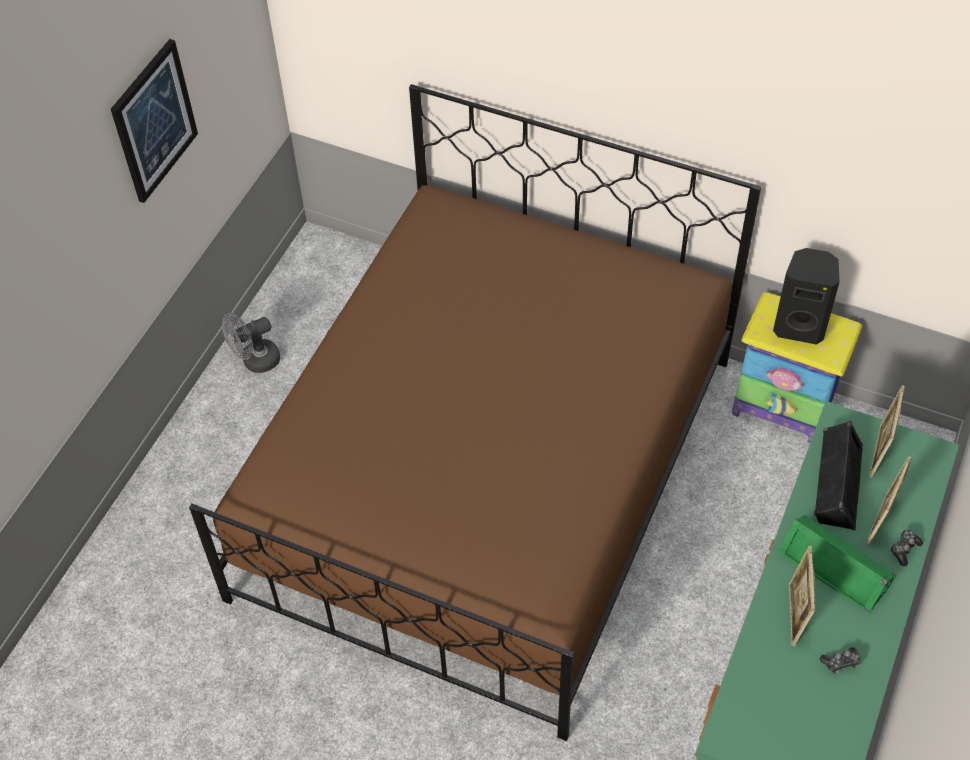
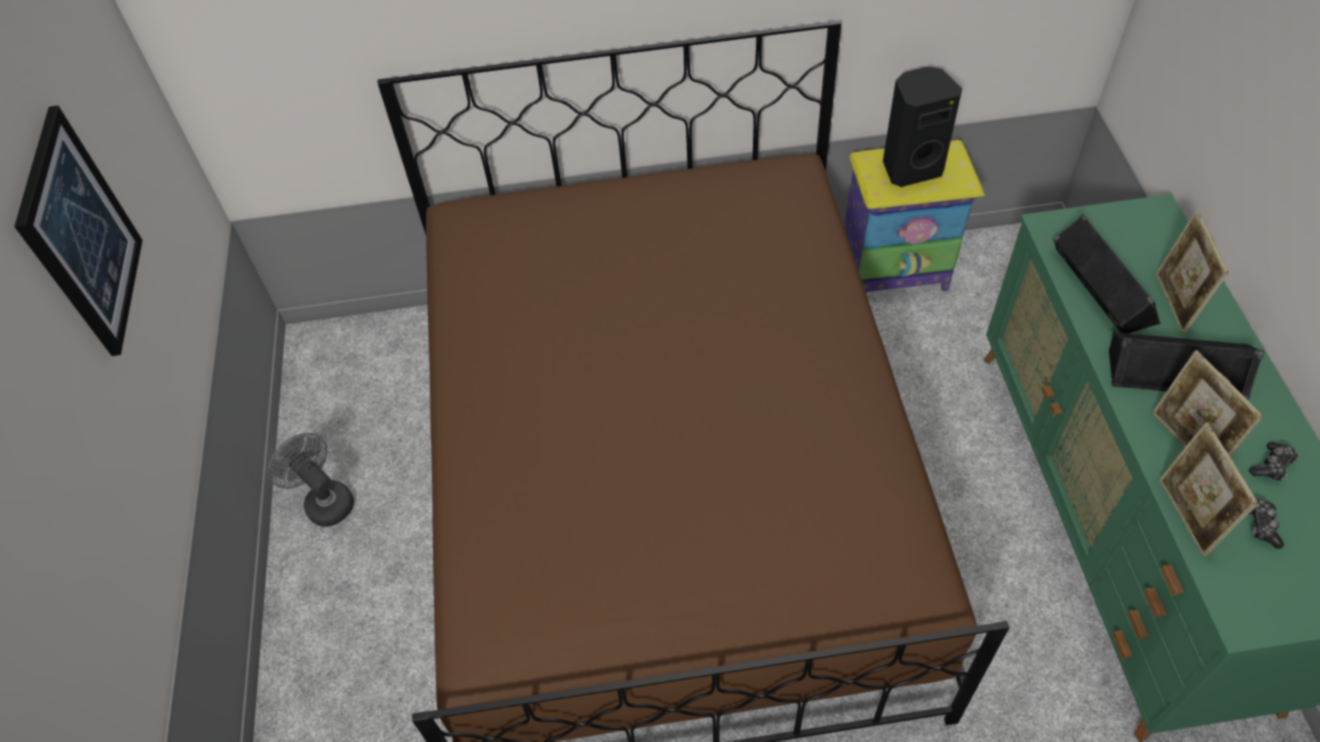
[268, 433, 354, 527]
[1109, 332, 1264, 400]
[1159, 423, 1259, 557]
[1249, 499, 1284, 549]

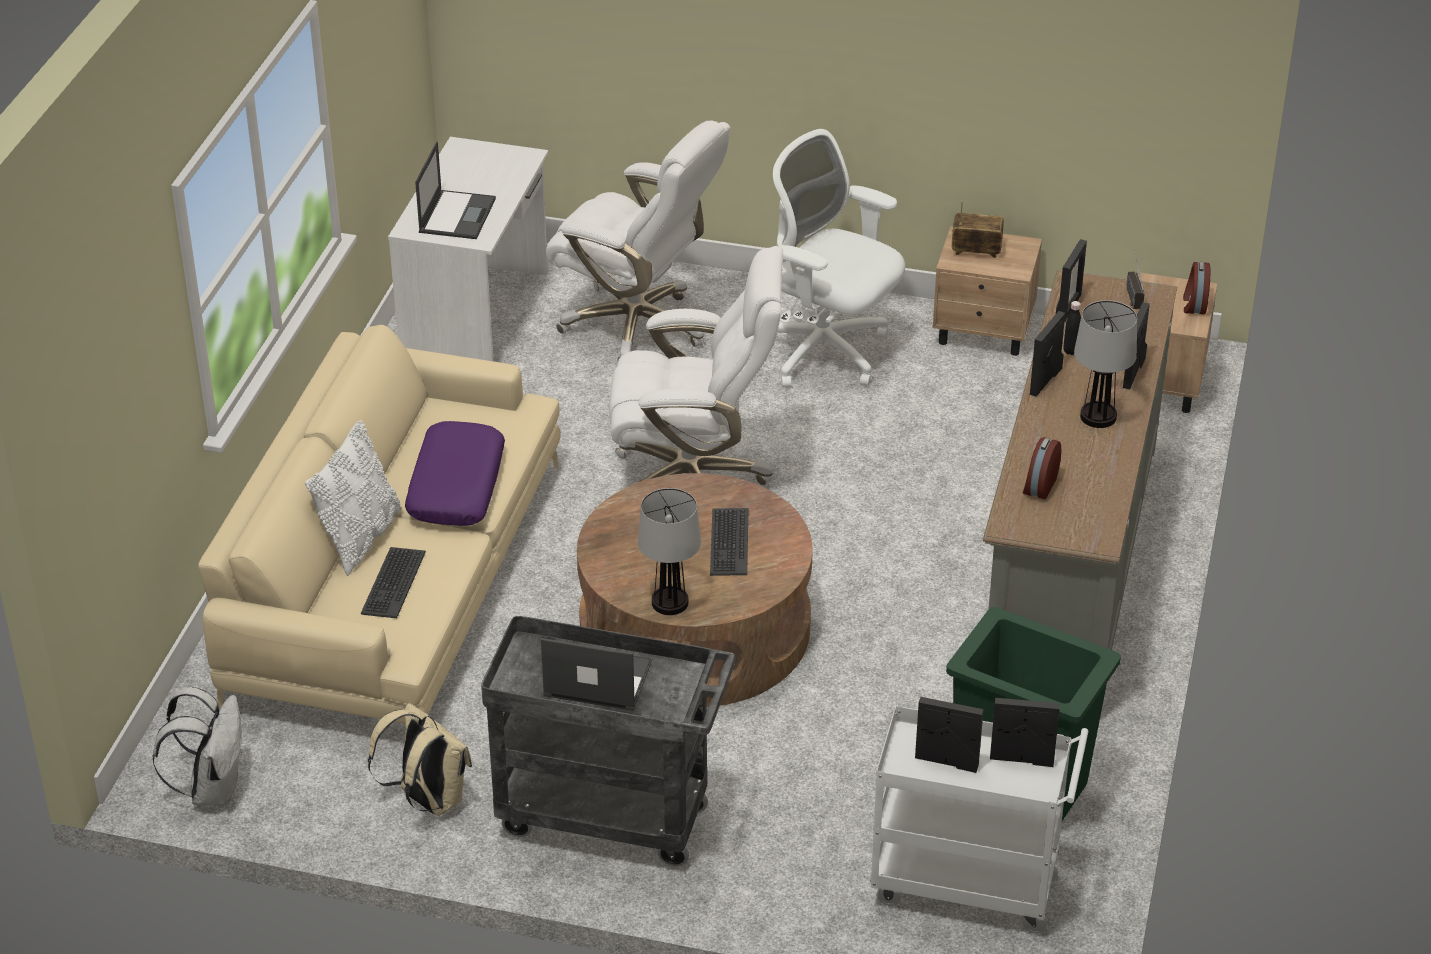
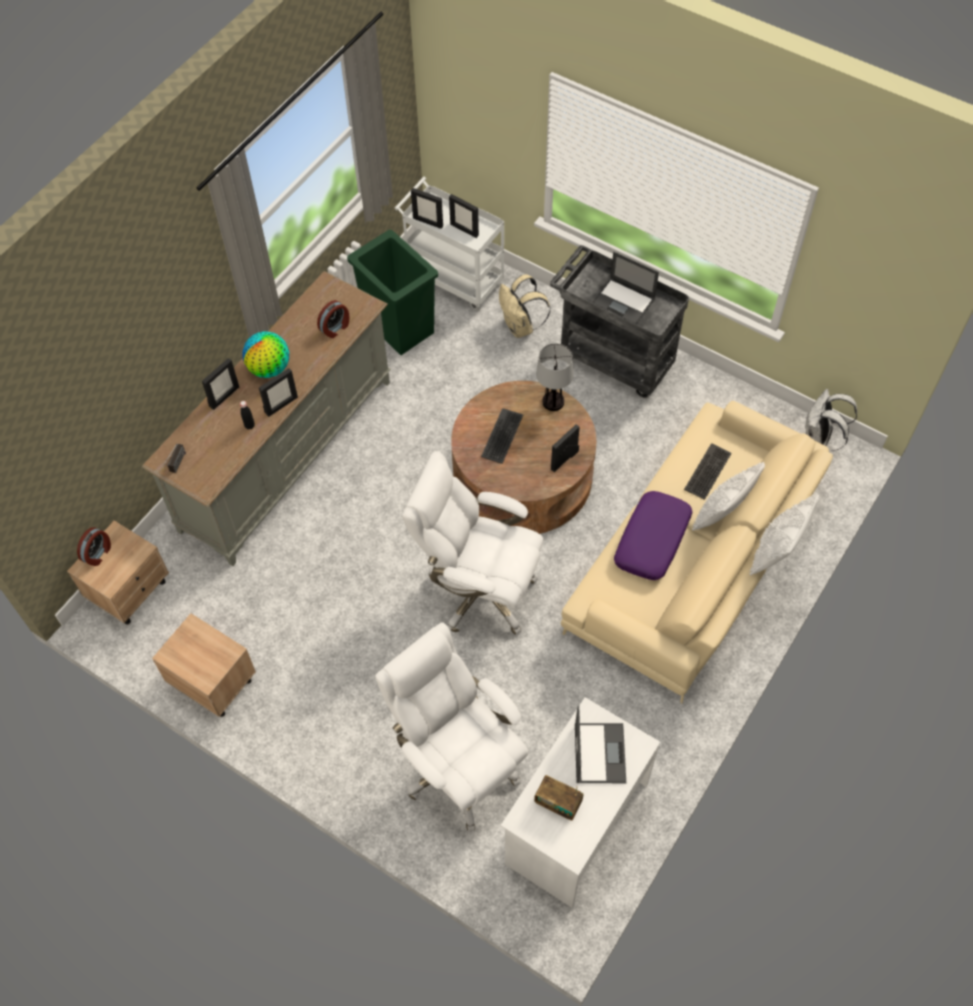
[499, 274, 550, 338]
[575, 705, 626, 783]
[773, 129, 905, 387] (first image)
[534, 775, 584, 820]
[551, 424, 580, 472]
[243, 331, 289, 378]
[750, 493, 819, 575]

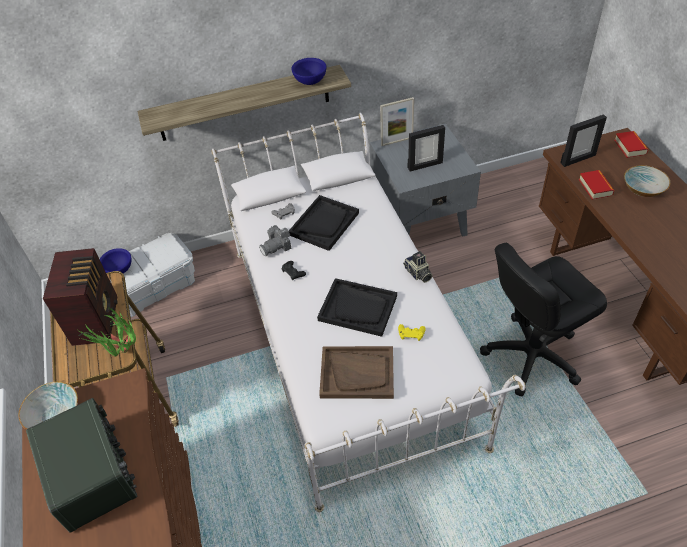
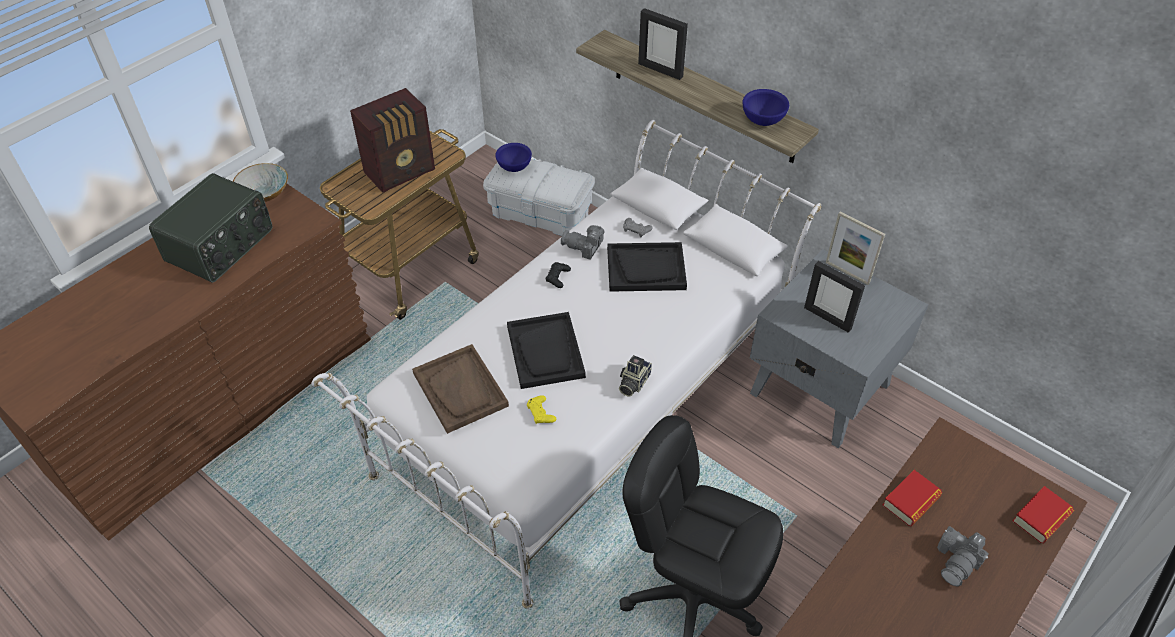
[77, 307, 136, 357] (first image)
[638, 8, 688, 80]
[937, 526, 989, 587]

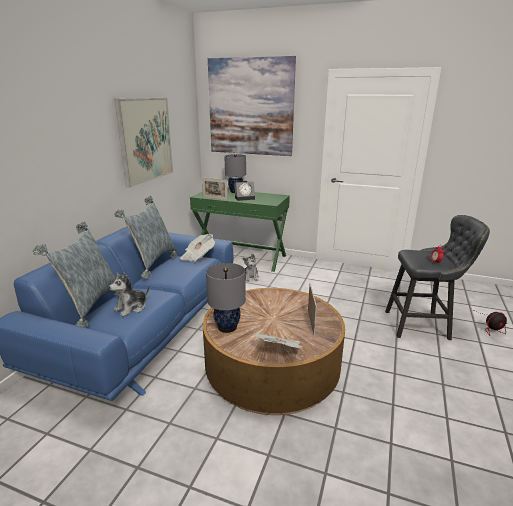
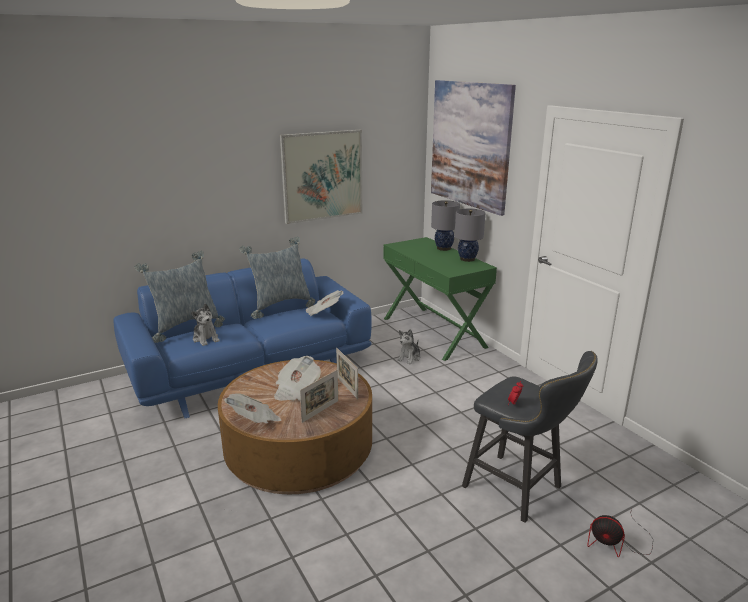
[191, 303, 220, 346]
[336, 348, 358, 399]
[454, 209, 485, 262]
[234, 181, 255, 201] (first image)
[274, 356, 321, 401]

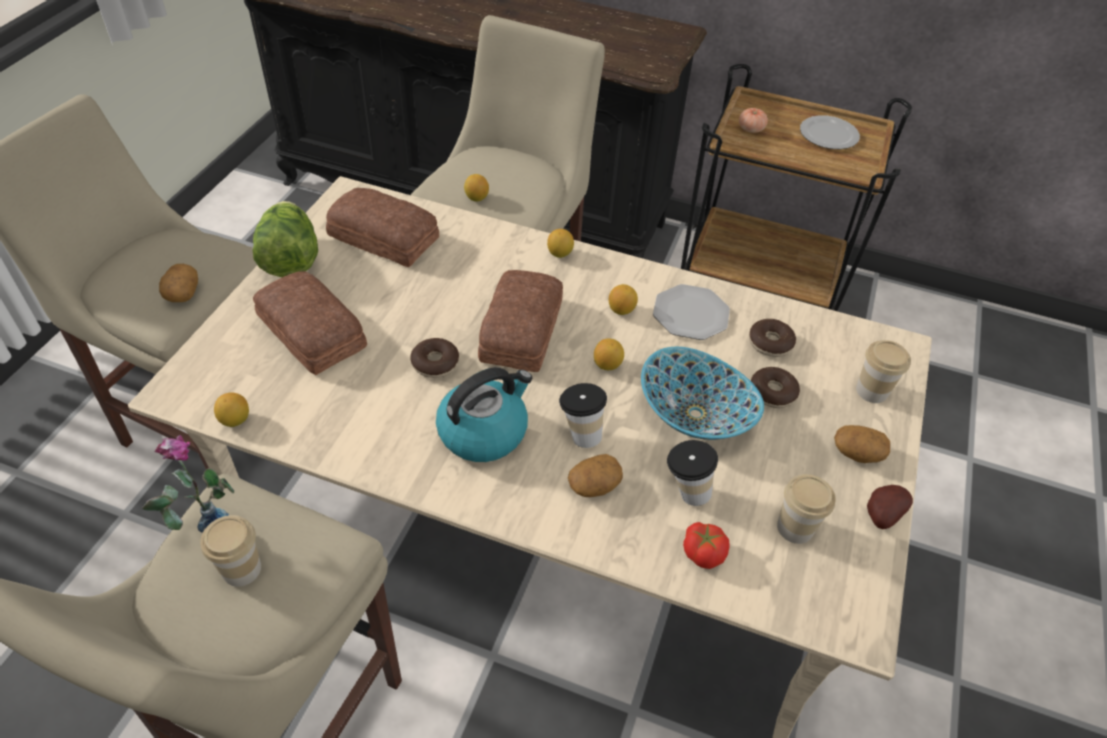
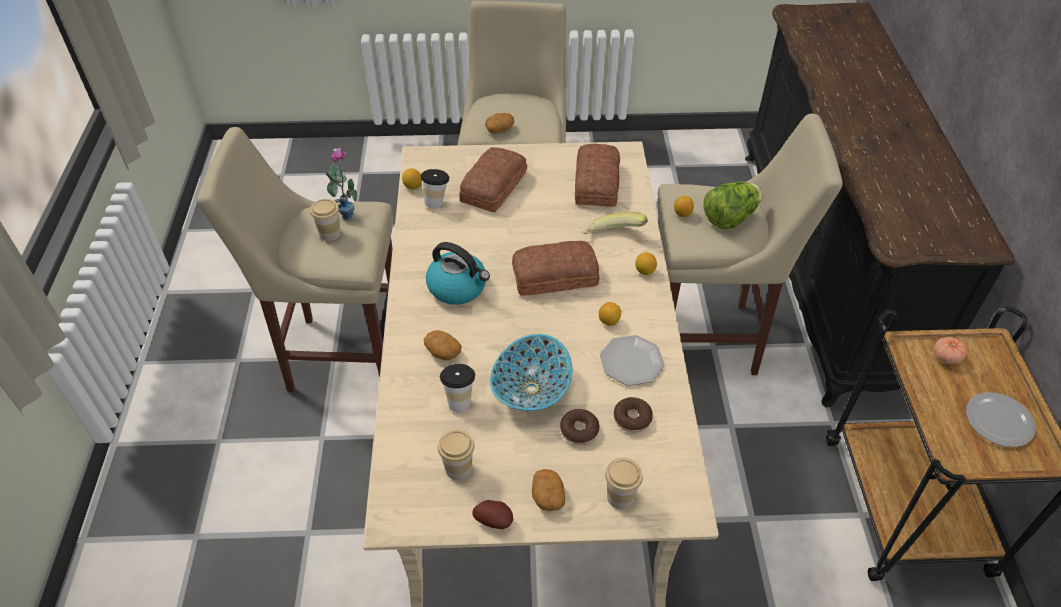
[703, 182, 763, 229]
[411, 338, 459, 378] (first image)
[421, 169, 449, 209]
[594, 338, 624, 370] (first image)
[683, 522, 730, 569] (first image)
[582, 211, 648, 234]

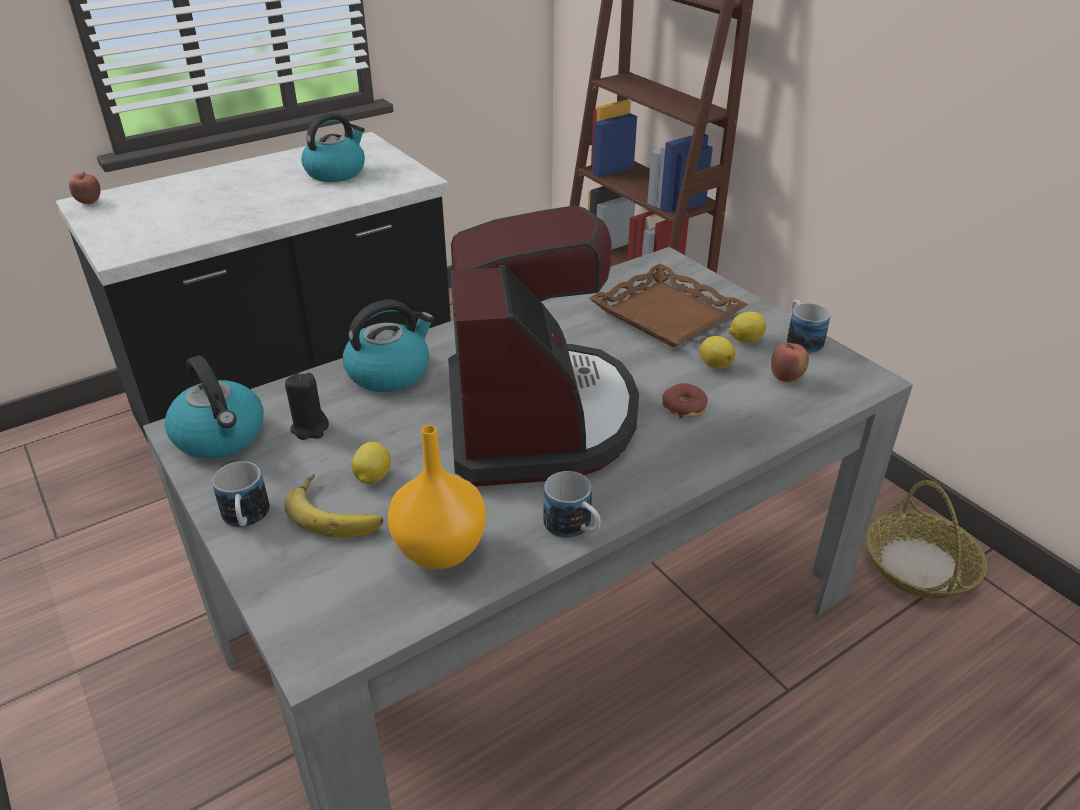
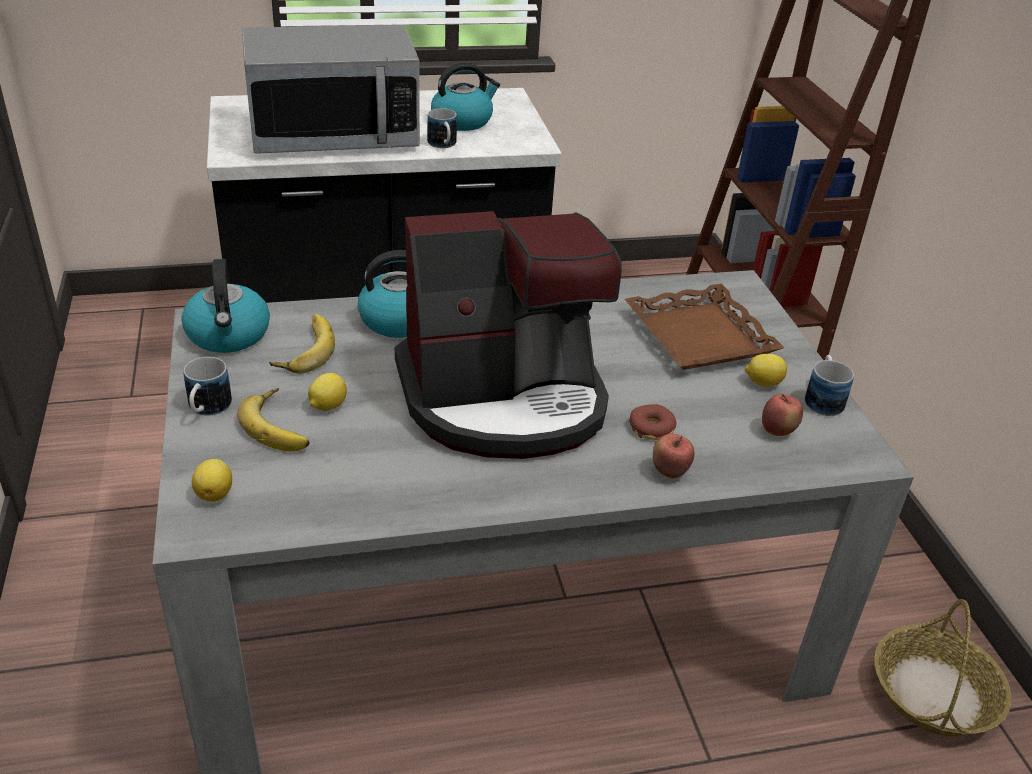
[653, 434, 694, 478]
[269, 314, 335, 374]
[388, 425, 486, 569] (first image)
[395, 211, 622, 459]
[427, 108, 457, 148]
[192, 459, 232, 502]
[242, 24, 420, 154]

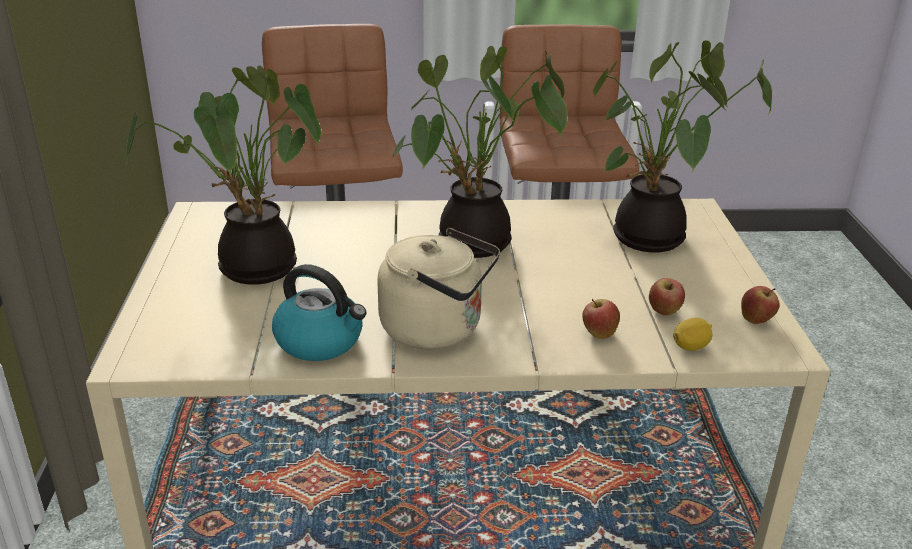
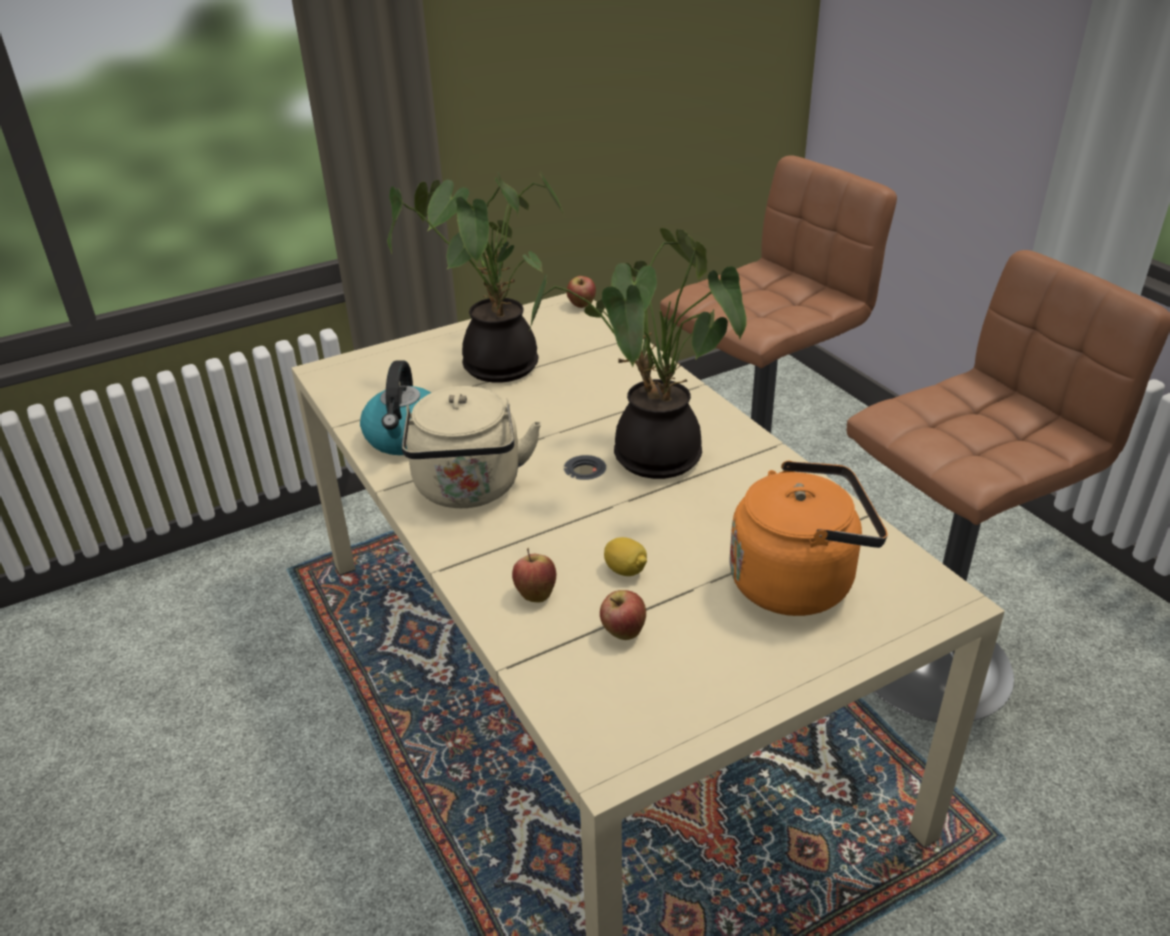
[729, 461, 888, 616]
[604, 537, 647, 576]
[566, 276, 596, 308]

